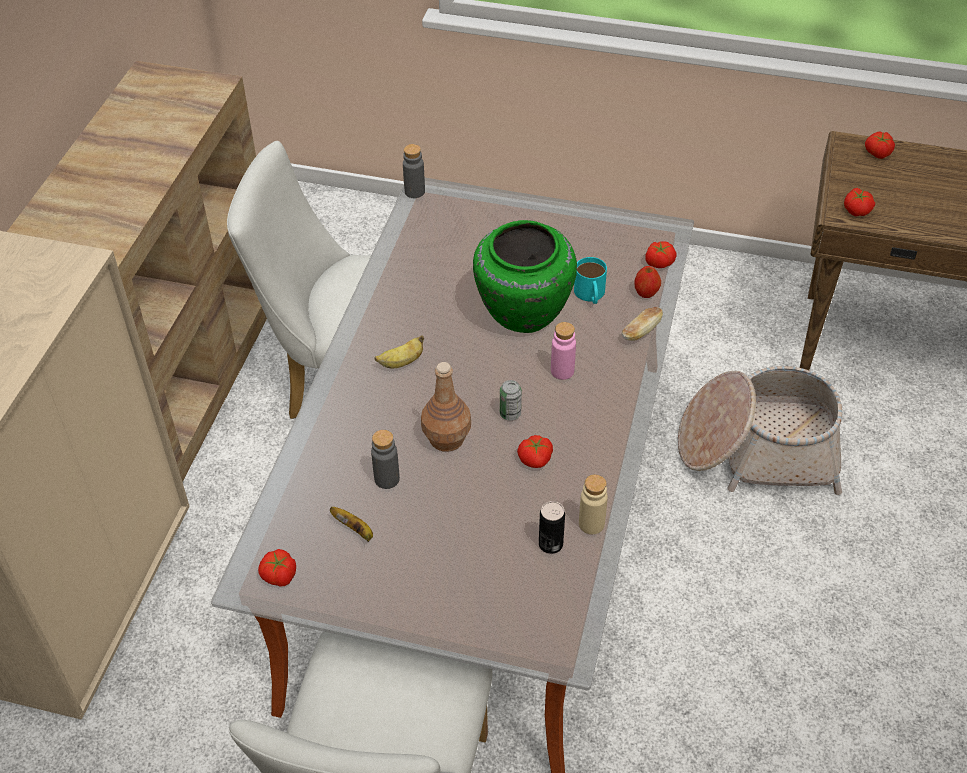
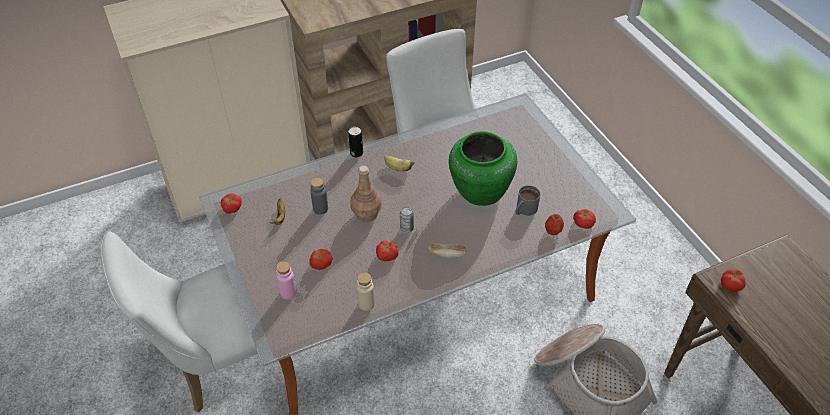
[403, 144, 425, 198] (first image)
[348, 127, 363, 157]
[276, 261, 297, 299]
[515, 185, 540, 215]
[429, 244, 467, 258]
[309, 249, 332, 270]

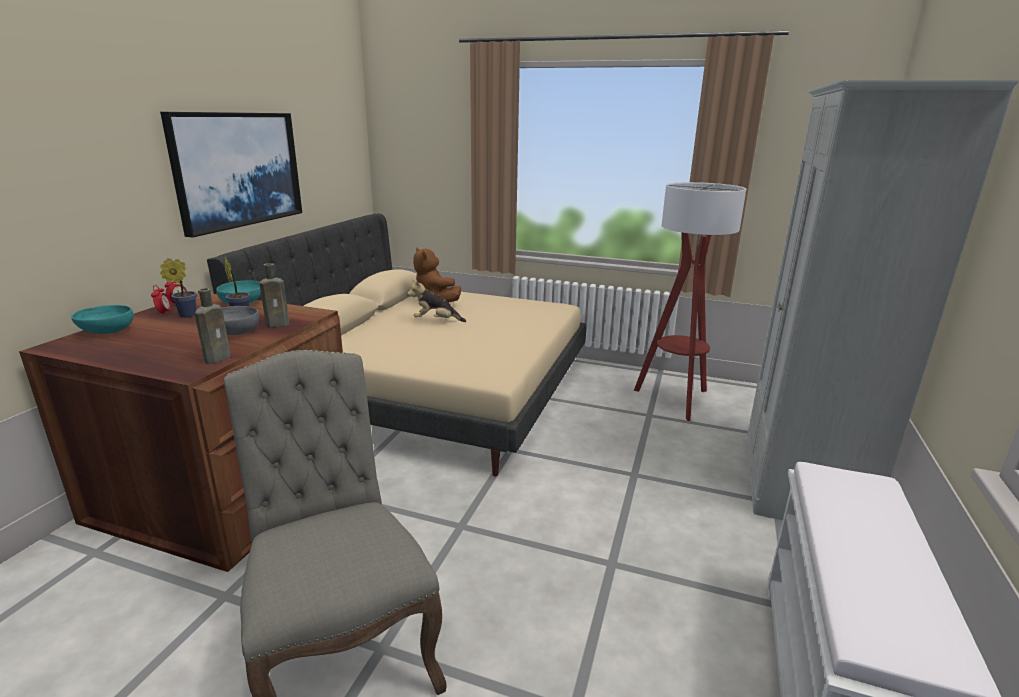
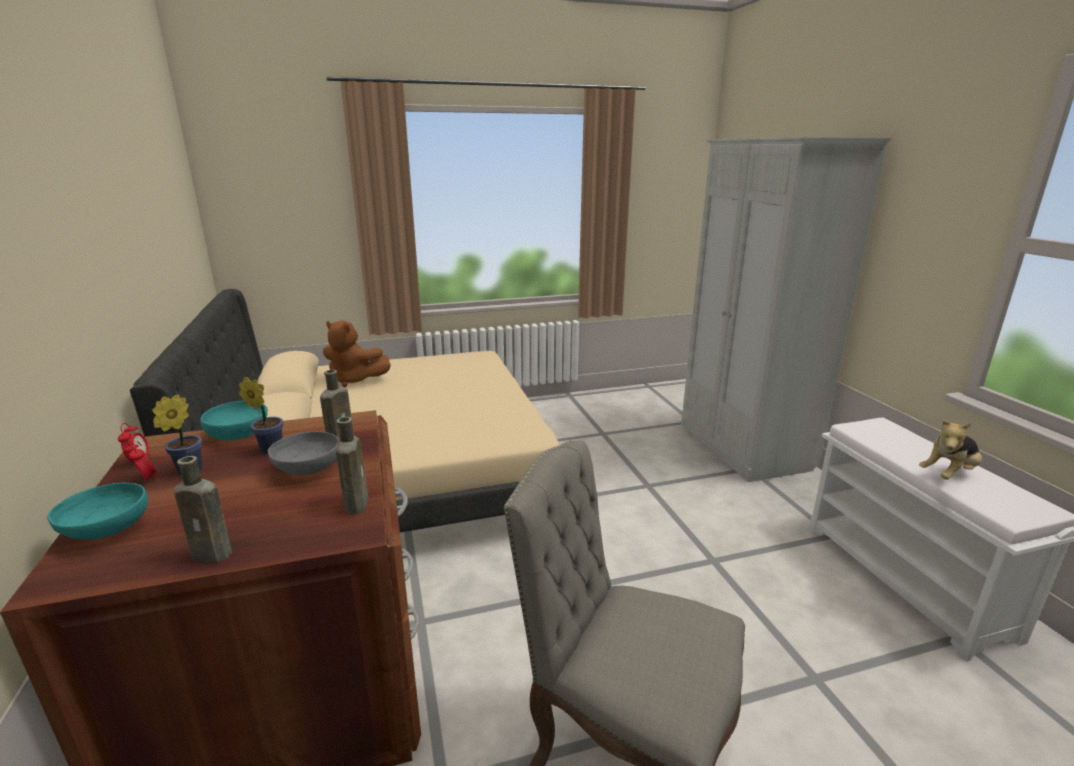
[160, 112, 302, 238] (first image)
[919, 421, 982, 480]
[634, 182, 746, 421] (first image)
[173, 456, 232, 563]

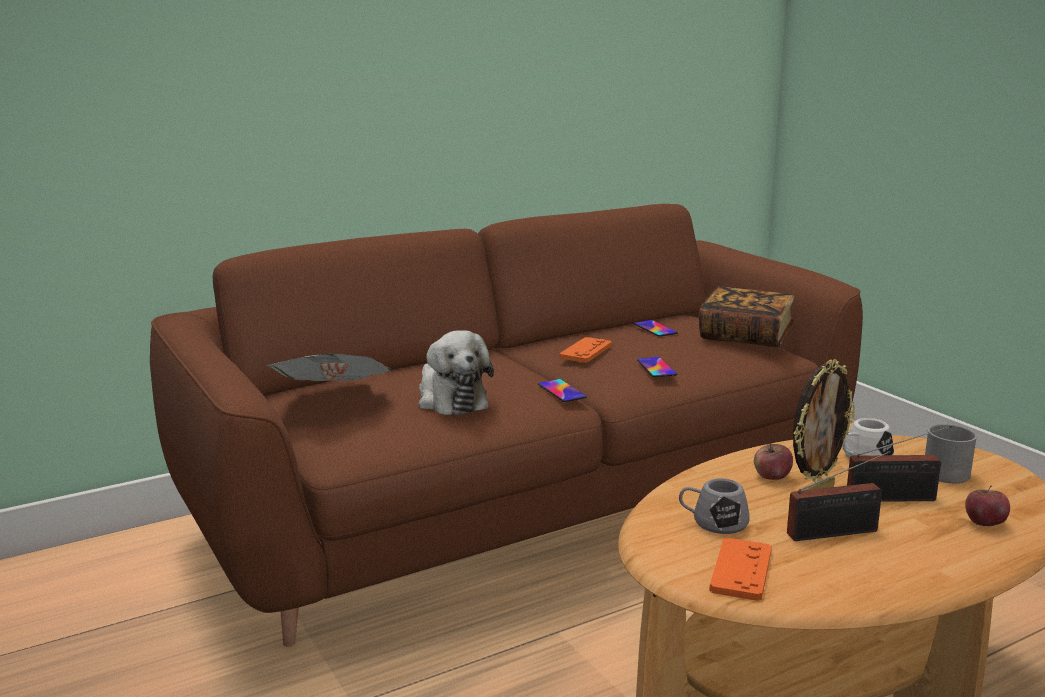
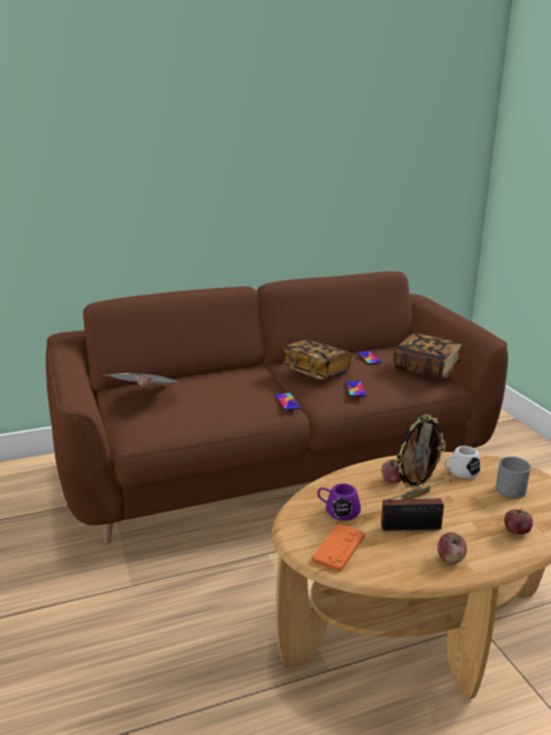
[419, 331, 494, 416] (first image)
[281, 340, 351, 380]
[317, 484, 361, 520]
[847, 425, 952, 502] (first image)
[437, 532, 467, 564]

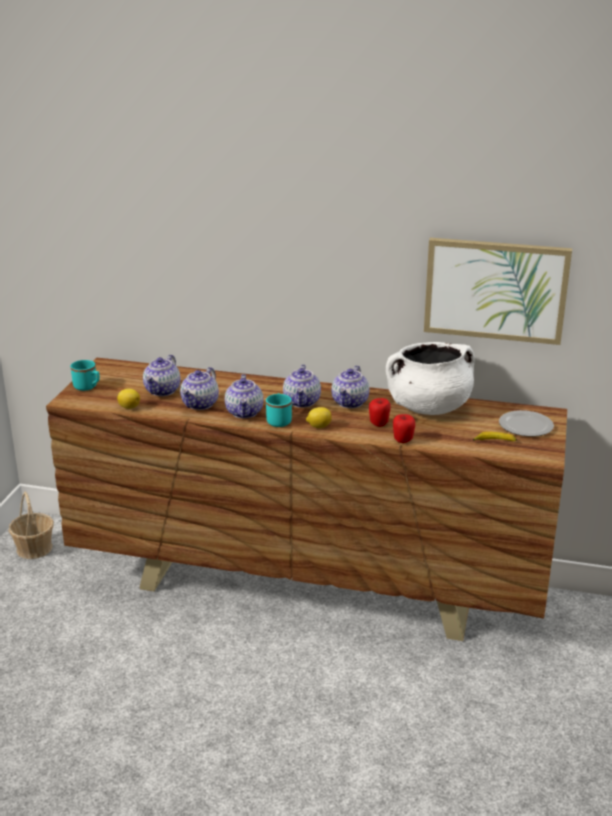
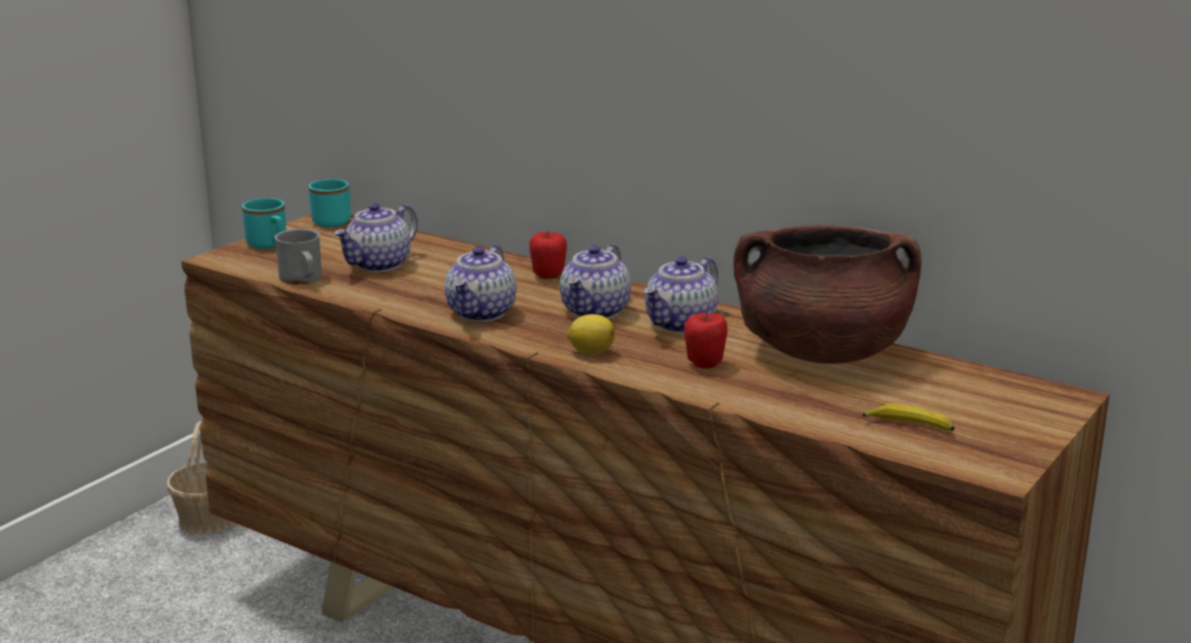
[275, 229, 322, 284]
[180, 367, 219, 410] (first image)
[309, 179, 351, 227]
[734, 225, 921, 364]
[530, 231, 567, 279]
[424, 238, 572, 345] (first image)
[499, 410, 554, 437] (first image)

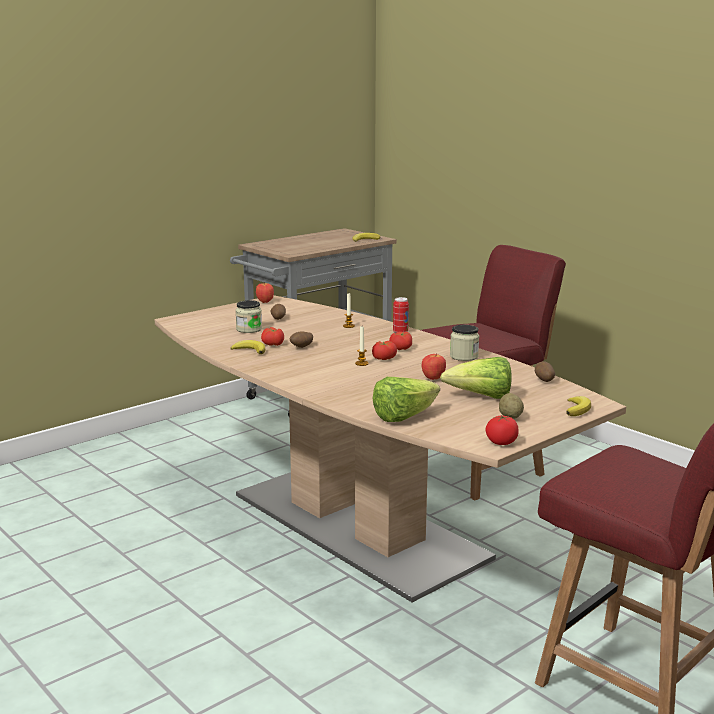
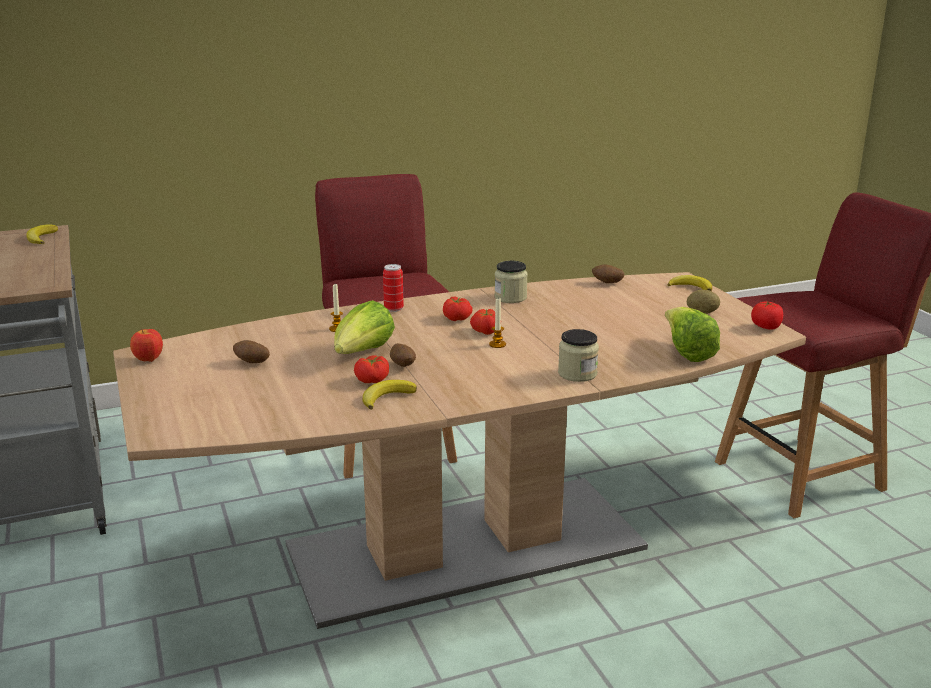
[558, 329, 599, 382]
[422, 353, 446, 380] (first image)
[334, 300, 395, 354]

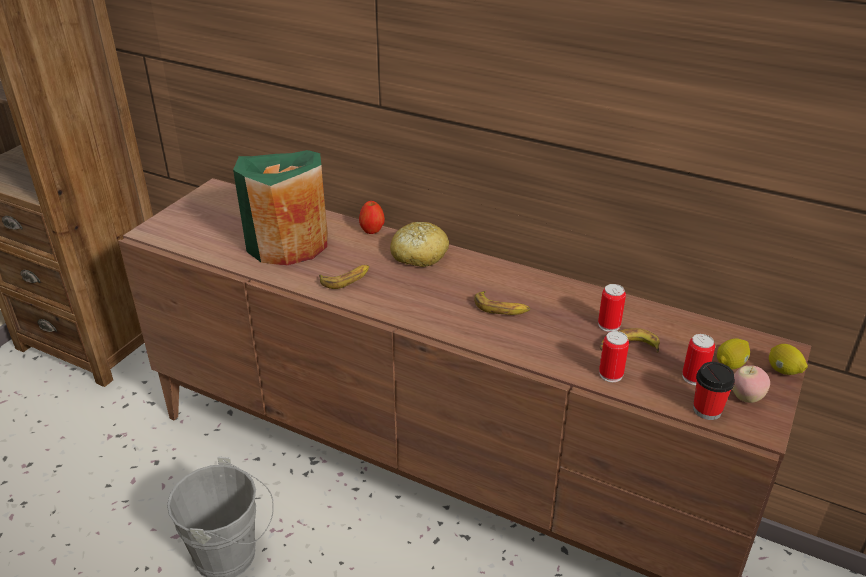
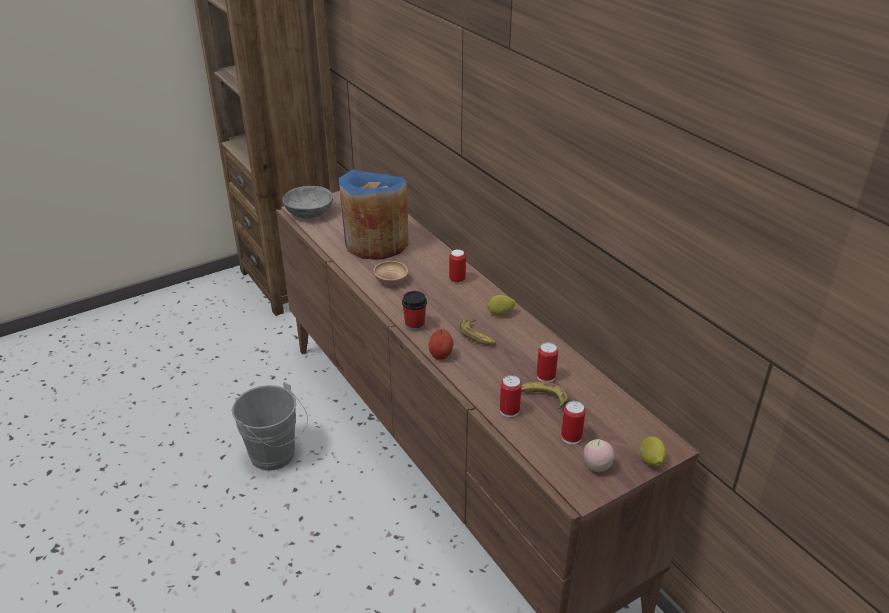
[339, 169, 409, 260]
[373, 261, 408, 284]
[429, 329, 454, 360]
[449, 249, 466, 283]
[402, 291, 427, 331]
[487, 295, 515, 316]
[283, 186, 333, 218]

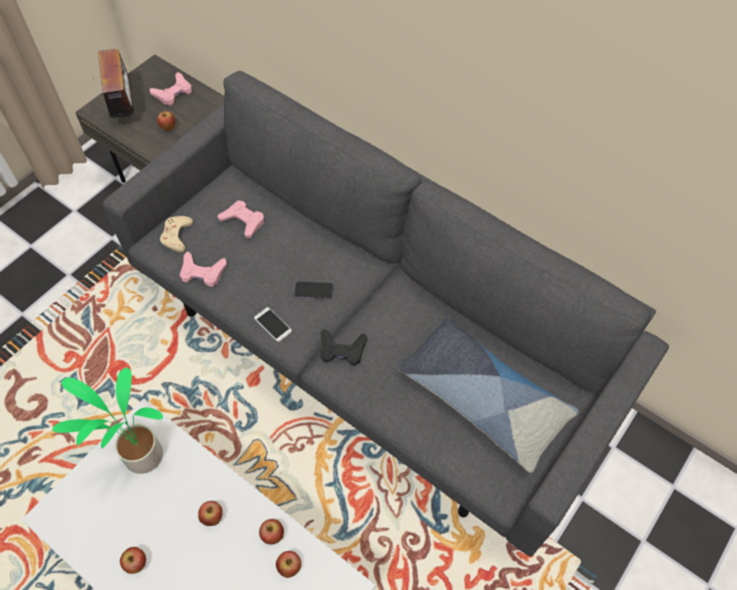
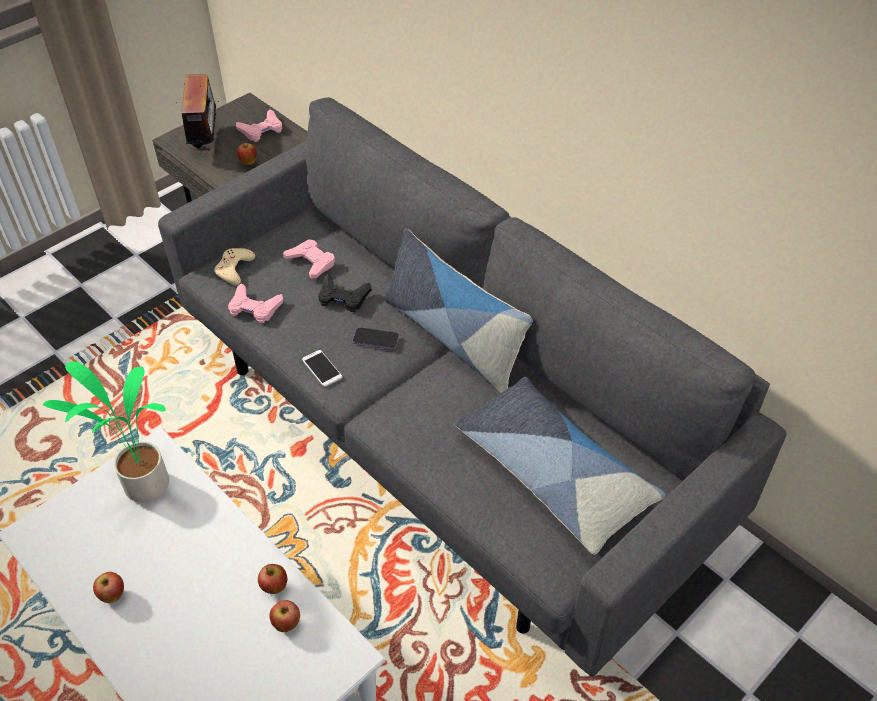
[198, 501, 223, 526] (first image)
[318, 274, 371, 312]
[384, 228, 532, 393]

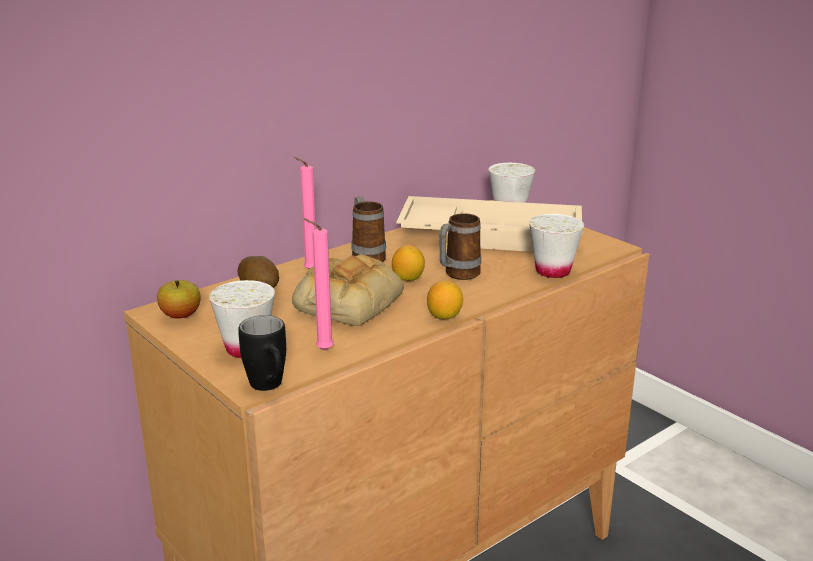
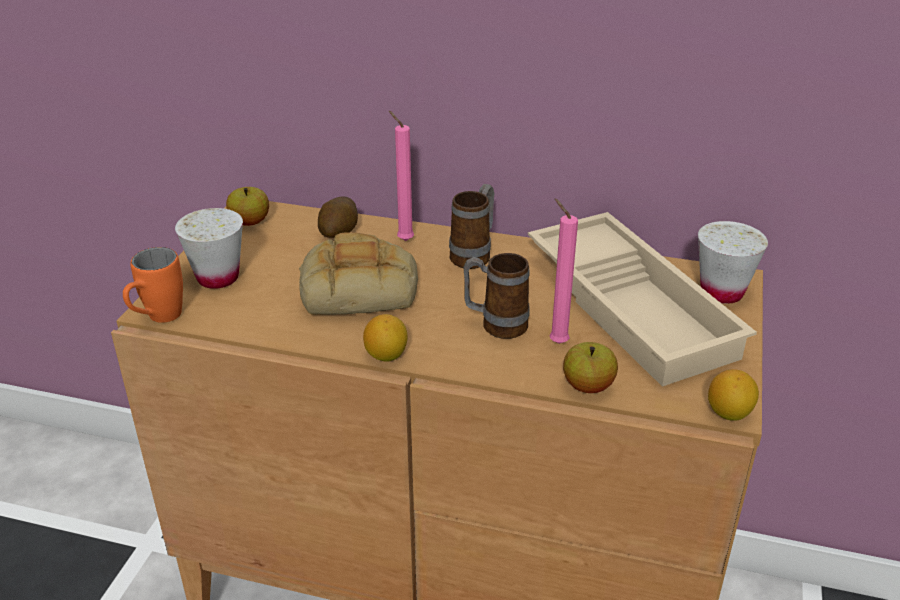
[123, 247, 183, 323]
[549, 198, 578, 344]
[708, 369, 759, 421]
[563, 342, 618, 393]

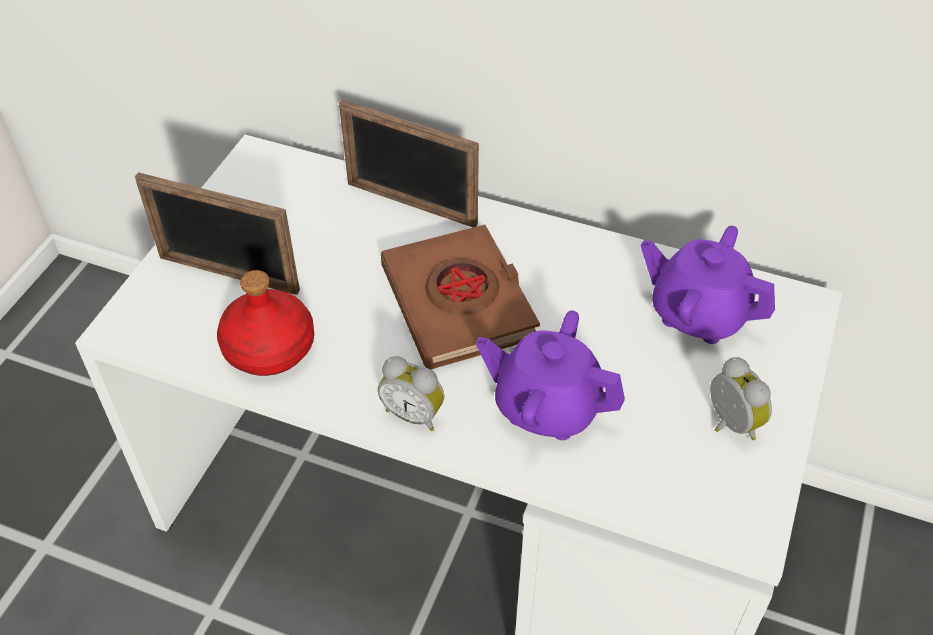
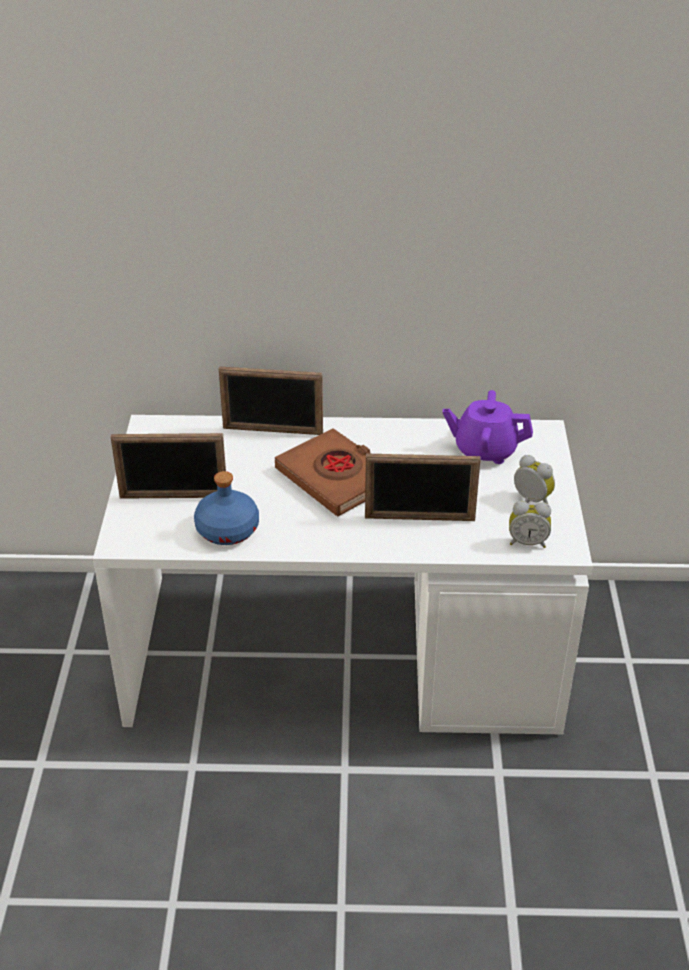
[194, 471, 259, 545]
[509, 501, 551, 548]
[365, 454, 481, 521]

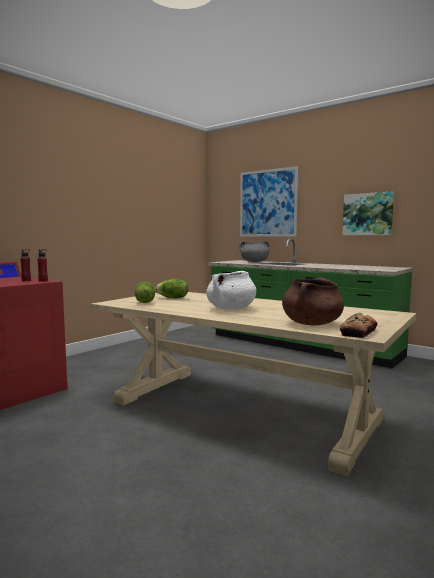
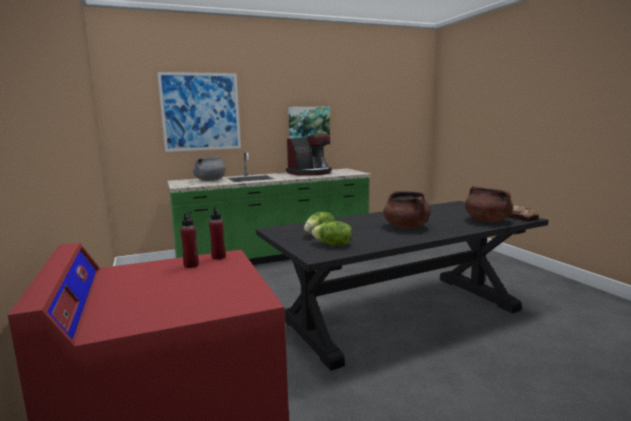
[256, 201, 548, 371]
[383, 191, 431, 229]
[286, 134, 332, 176]

